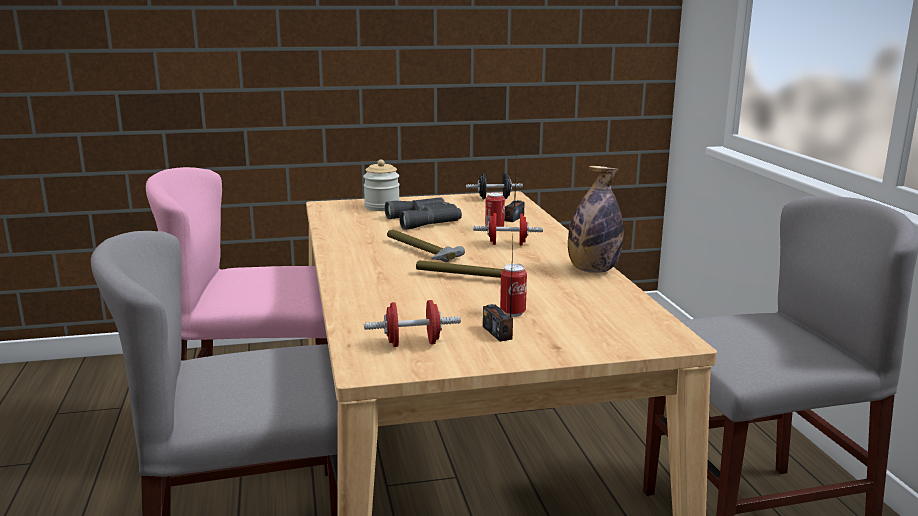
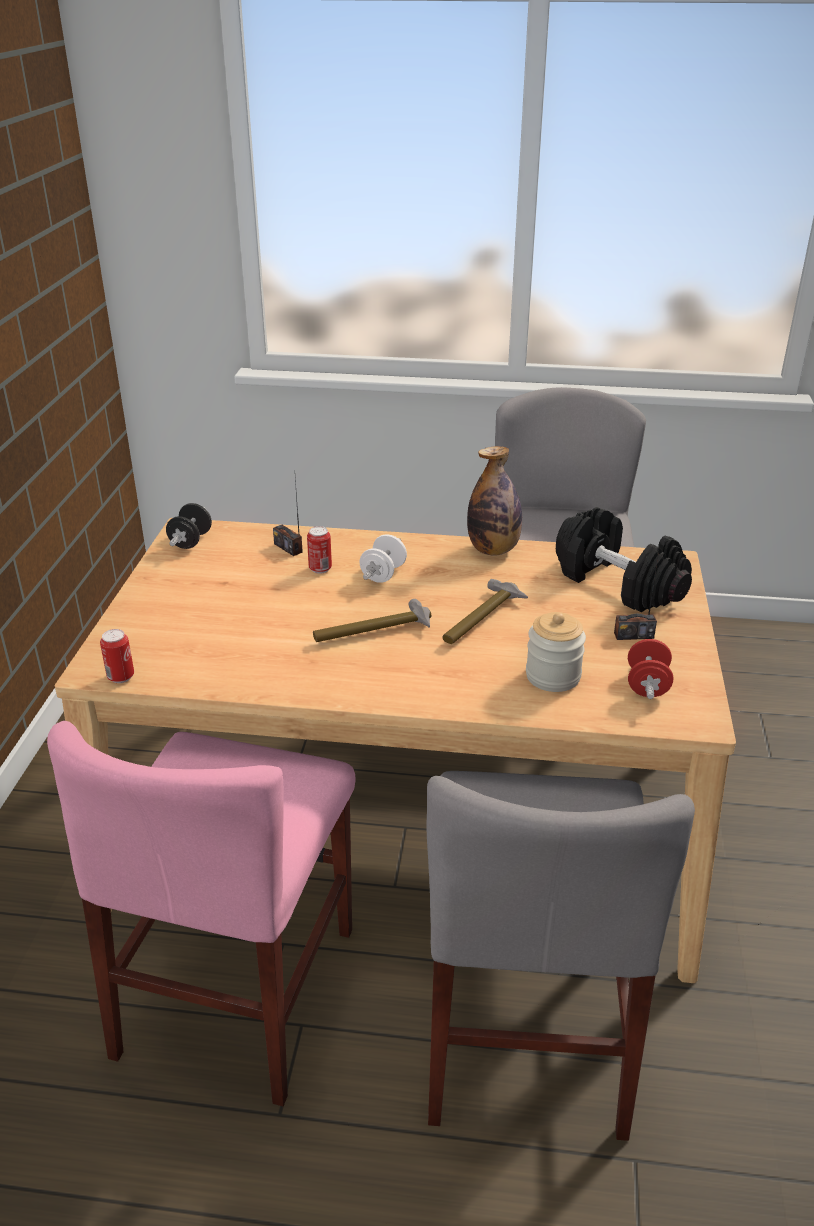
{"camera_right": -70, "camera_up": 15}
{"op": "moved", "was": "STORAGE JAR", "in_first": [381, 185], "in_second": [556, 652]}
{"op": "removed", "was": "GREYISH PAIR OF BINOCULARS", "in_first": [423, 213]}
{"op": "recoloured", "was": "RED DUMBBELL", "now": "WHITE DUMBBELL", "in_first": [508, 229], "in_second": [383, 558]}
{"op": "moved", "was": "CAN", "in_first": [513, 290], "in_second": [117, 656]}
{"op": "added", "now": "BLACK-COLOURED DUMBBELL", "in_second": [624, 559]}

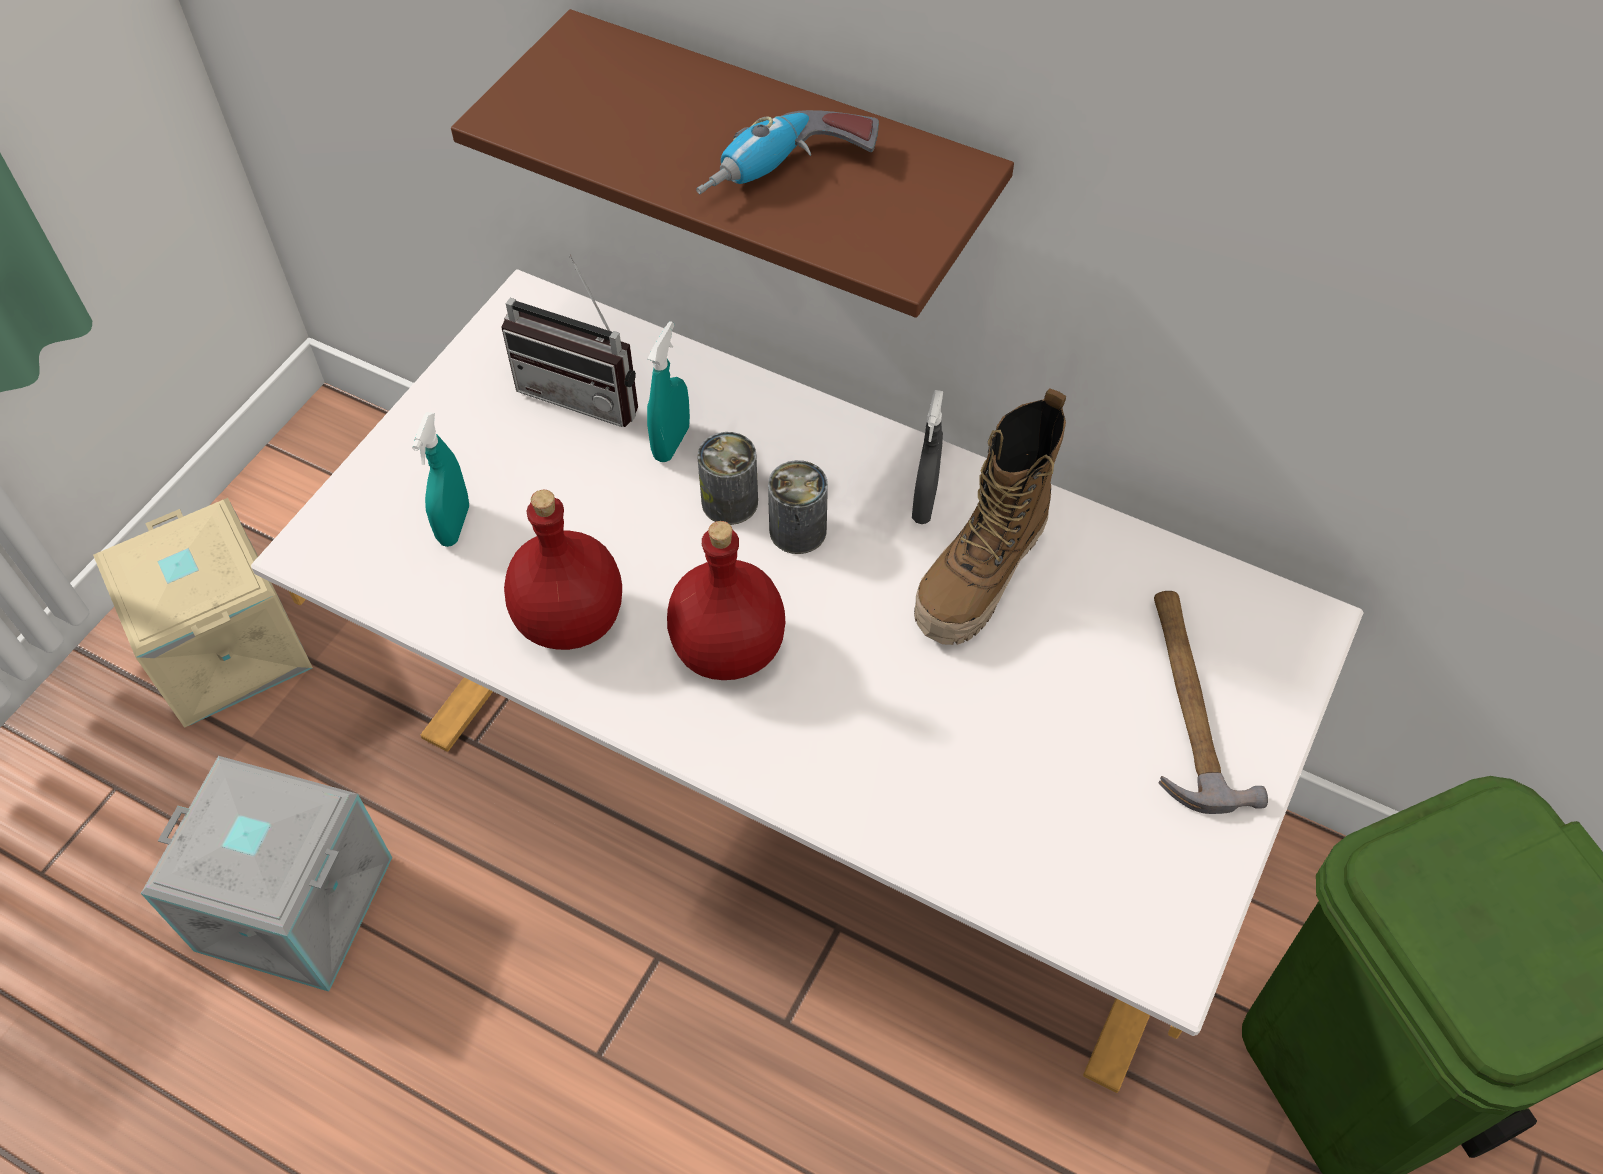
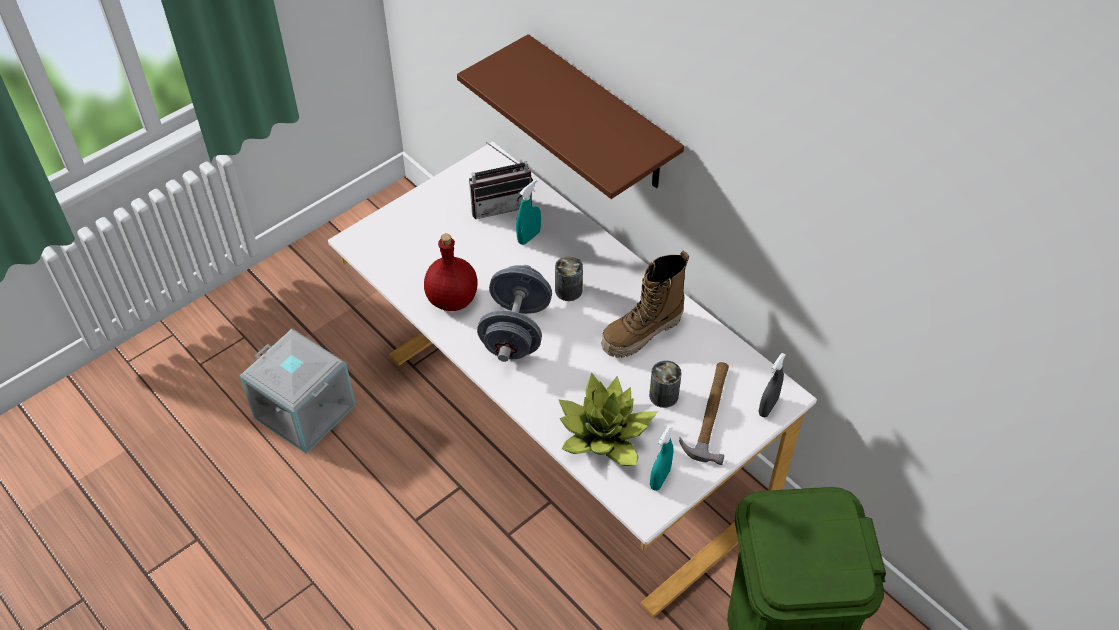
{"camera_right": 20, "camera_up": -5}
{"op": "removed", "was": "POWER DRILL", "in_first": [787, 152]}
{"op": "turned", "was": "RADIO SET", "in_first": [569, 341], "in_second": [501, 180], "clockwise": -60}
{"op": "moved", "was": "GREYISH SPRAY BOTTLE", "in_first": [927, 457], "in_second": [772, 385]}
{"op": "moved", "was": "TURQUOISE SPRAY BOTTLE", "in_first": [440, 479], "in_second": [661, 458]}
{"op": "moved", "was": "CAN", "in_first": [727, 478], "in_second": [665, 384]}
{"op": "removed", "was": "SAND-COLOURED STORAGE BOX", "in_first": [203, 613]}
{"op": "replaced", "was": "RED BEVERAGE BOTTLE", "now": "GREYISH DUMBBELL", "in_first": [726, 600], "in_second": [514, 313]}
{"op": "added", "now": "PLANT IN A POT", "in_second": [608, 419]}

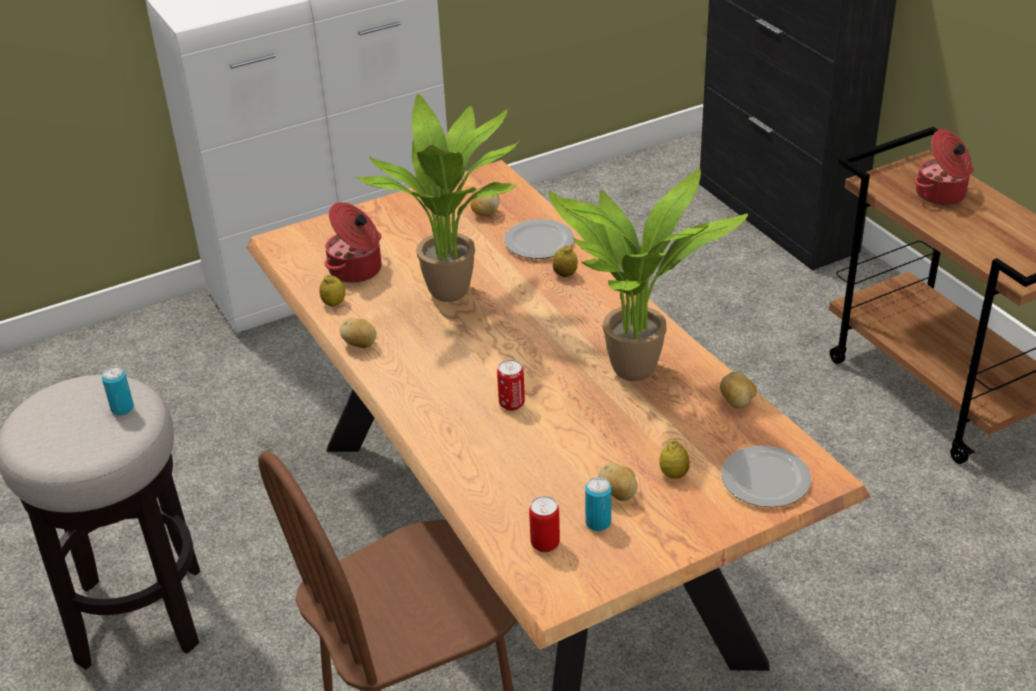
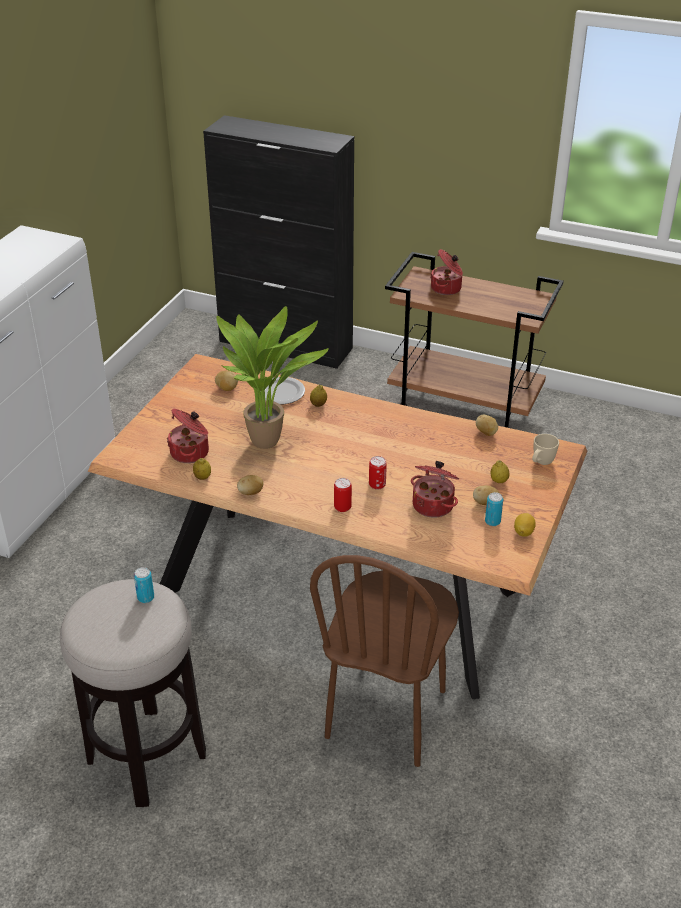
{"camera_right": -40, "camera_up": 0}
{"op": "removed", "was": "PLANT IN A POT", "in_first": [648, 274]}
{"op": "replaced", "was": "DINNER PLATE", "now": "SAND-COLOURED TEA MUG", "in_first": [766, 476], "in_second": [545, 449]}
{"op": "moved", "was": "CAN", "in_first": [544, 524], "in_second": [343, 495]}
{"op": "added", "now": "COOKING POT", "in_second": [435, 489]}
{"op": "added", "now": "CITRUS FRUIT", "in_second": [525, 525]}

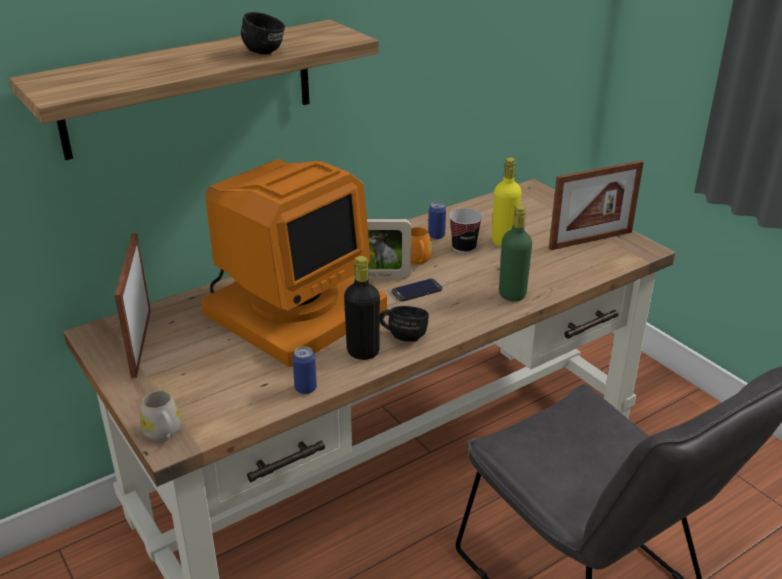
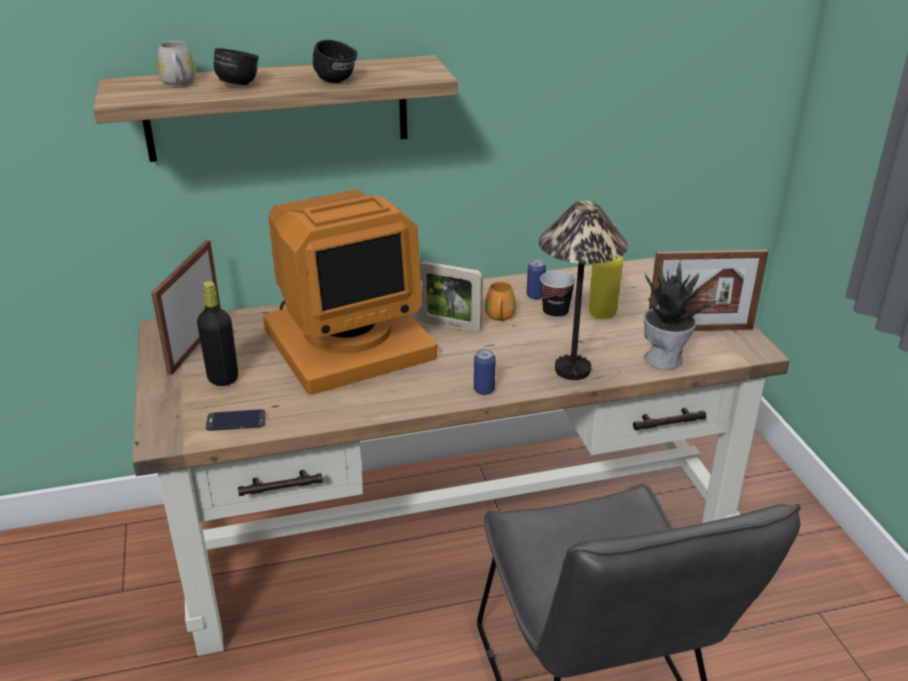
{"camera_right": 20, "camera_up": 0}
{"op": "replaced", "was": "GREEN BEVERAGE BOTTLE", "now": "TABLE LAMP", "in_first": [515, 252], "in_second": [583, 290]}
{"op": "moved", "was": "BLACK-COLOURED BEVERAGE BOTTLE", "in_first": [362, 308], "in_second": [217, 333]}
{"op": "moved", "was": "HANDSET", "in_first": [417, 290], "in_second": [235, 420]}
{"op": "moved", "was": "BLACK-COLOURED TEA MUG", "in_first": [404, 323], "in_second": [236, 66]}
{"op": "moved", "was": "CAN", "in_first": [304, 370], "in_second": [485, 372]}
{"op": "moved", "was": "WHITE TEA MUG", "in_first": [160, 415], "in_second": [176, 64]}
{"op": "added", "now": "PLANT IN A POT", "in_second": [682, 315]}

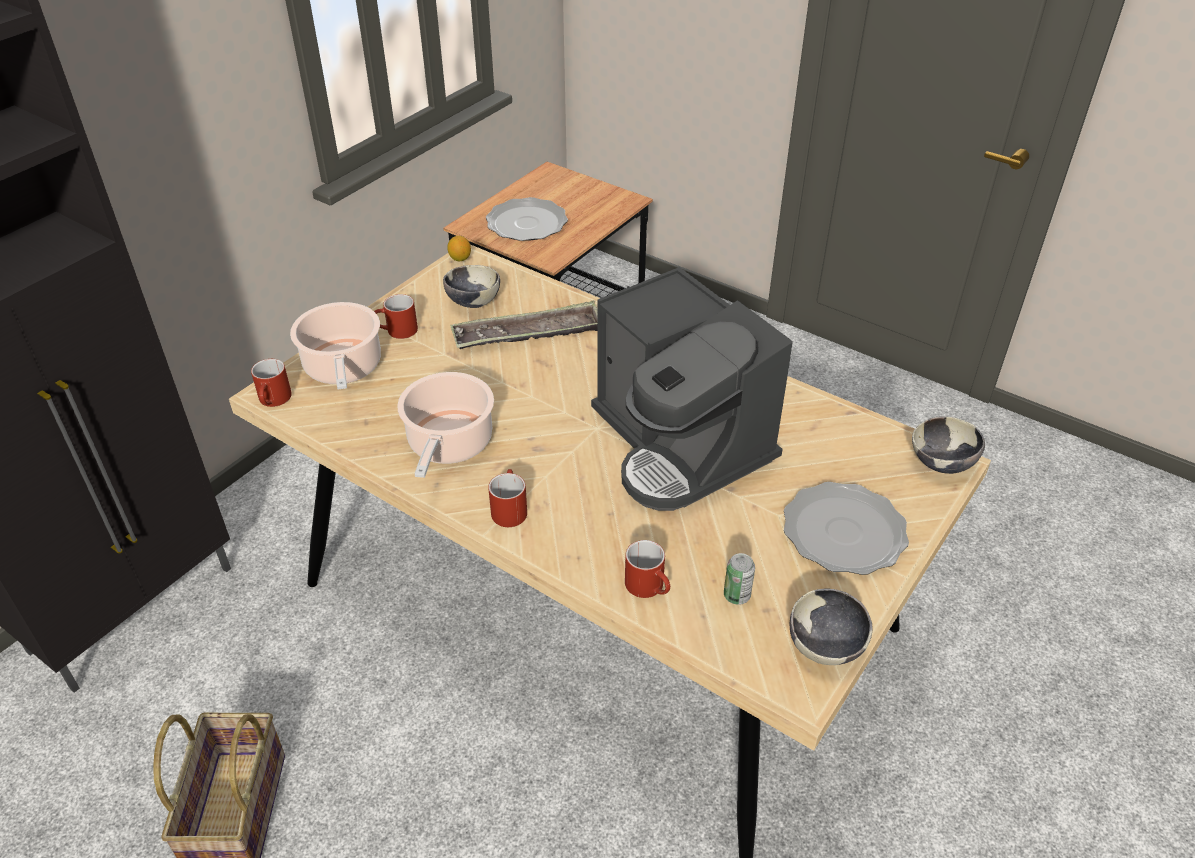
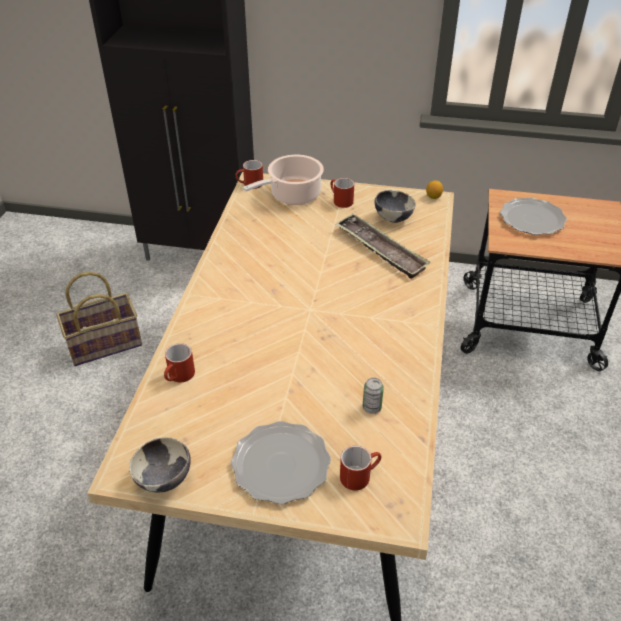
{"camera_right": 65, "camera_up": 0}
{"op": "removed", "was": "COFFEE MACHINE", "in_first": [692, 389]}
{"op": "removed", "was": "COOKING POT", "in_first": [445, 425]}
{"op": "removed", "was": "BOWL", "in_first": [948, 445]}
{"op": "moved", "was": "RED TEA MUG", "in_first": [507, 498], "in_second": [360, 468]}
{"op": "moved", "was": "CAN", "in_first": [739, 579], "in_second": [373, 396]}

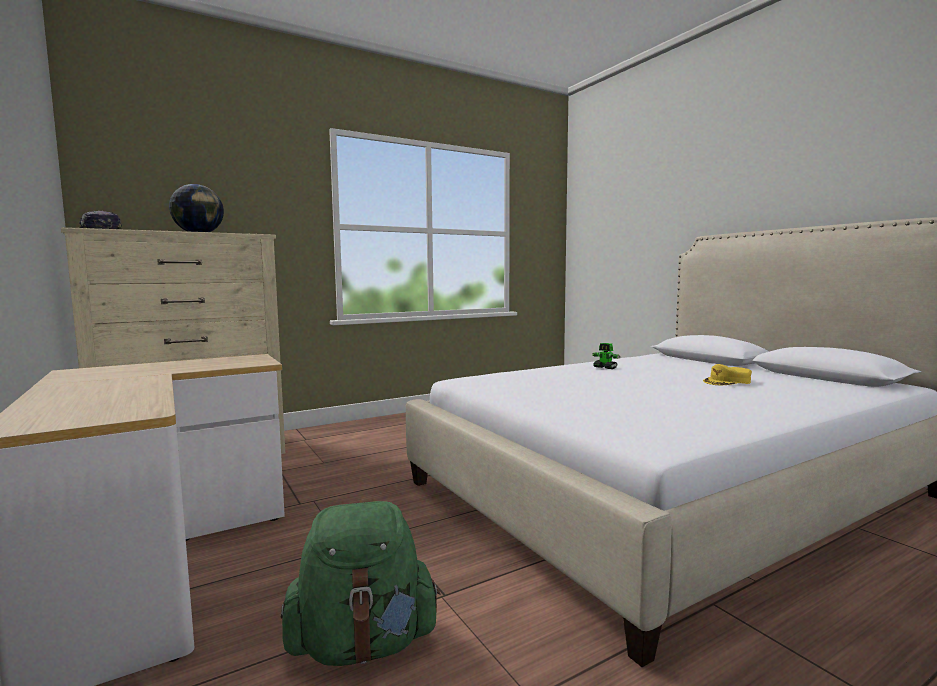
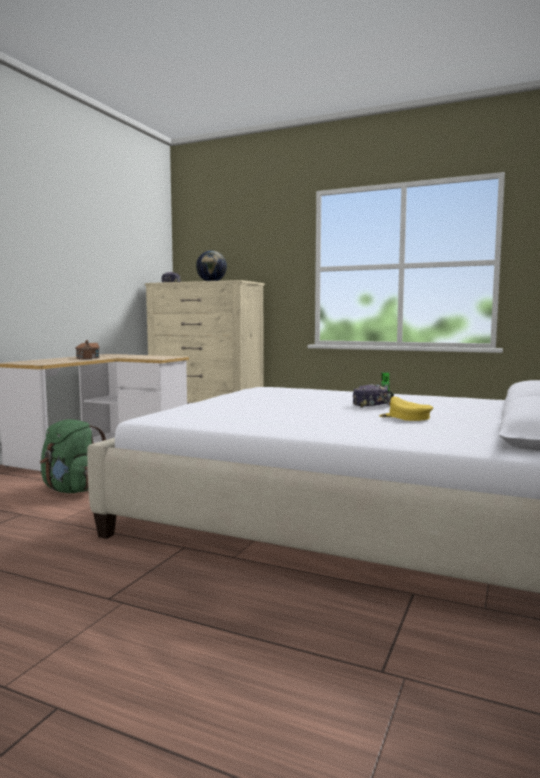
{"camera_right": 55, "camera_up": 0}
{"op": "added", "now": "TOY HOUSE", "in_second": [87, 350]}
{"op": "added", "now": "PEAKED CAP", "in_second": [372, 396]}

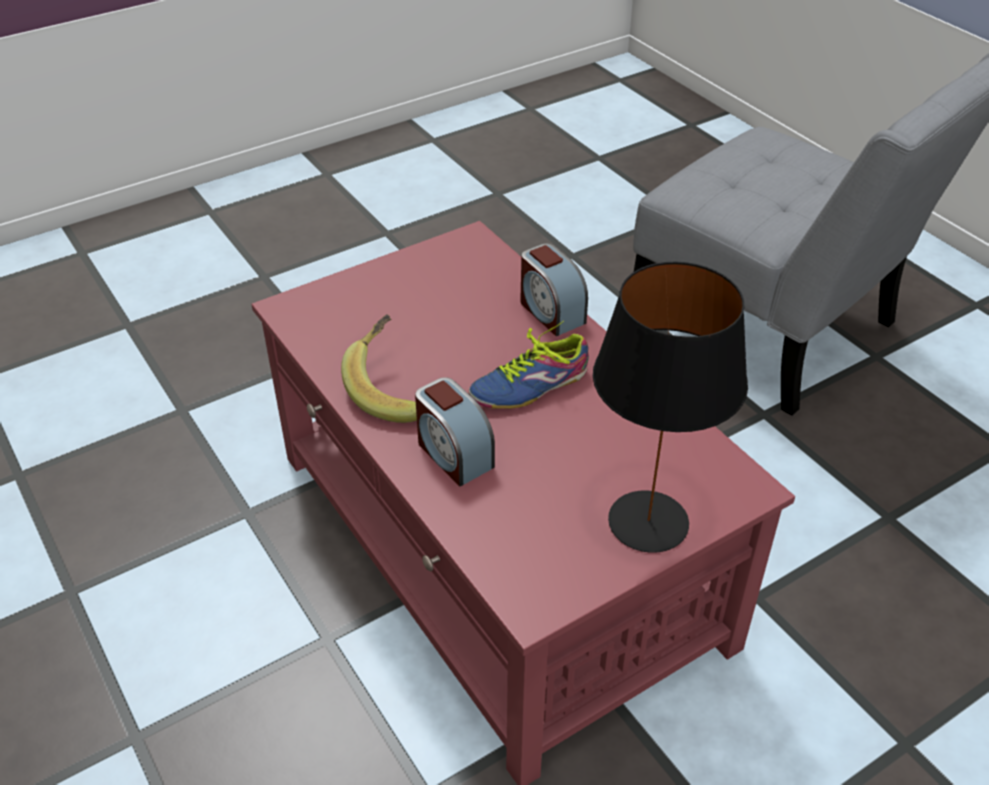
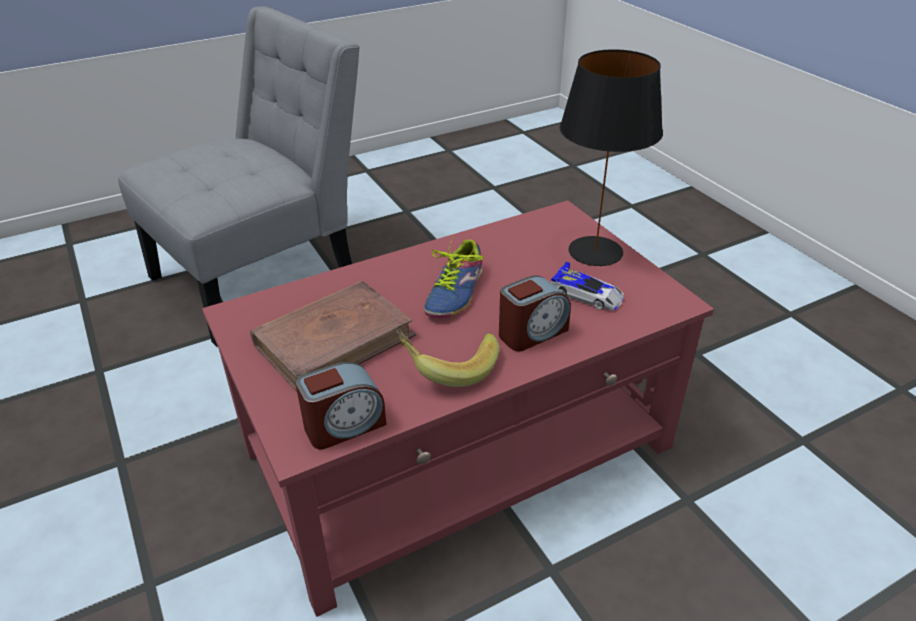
{"camera_right": -85, "camera_up": -5}
{"op": "moved", "was": "BEDSIDE CLOCK", "in_first": [554, 289], "in_second": [341, 406]}
{"op": "turned", "was": "ITEM OF FOOTWEAR", "in_first": [528, 365], "in_second": [454, 276], "clockwise": 45}
{"op": "added", "now": "MODEL CAR", "in_second": [587, 286]}
{"op": "added", "now": "BROWNISH BOOK", "in_second": [333, 335]}

